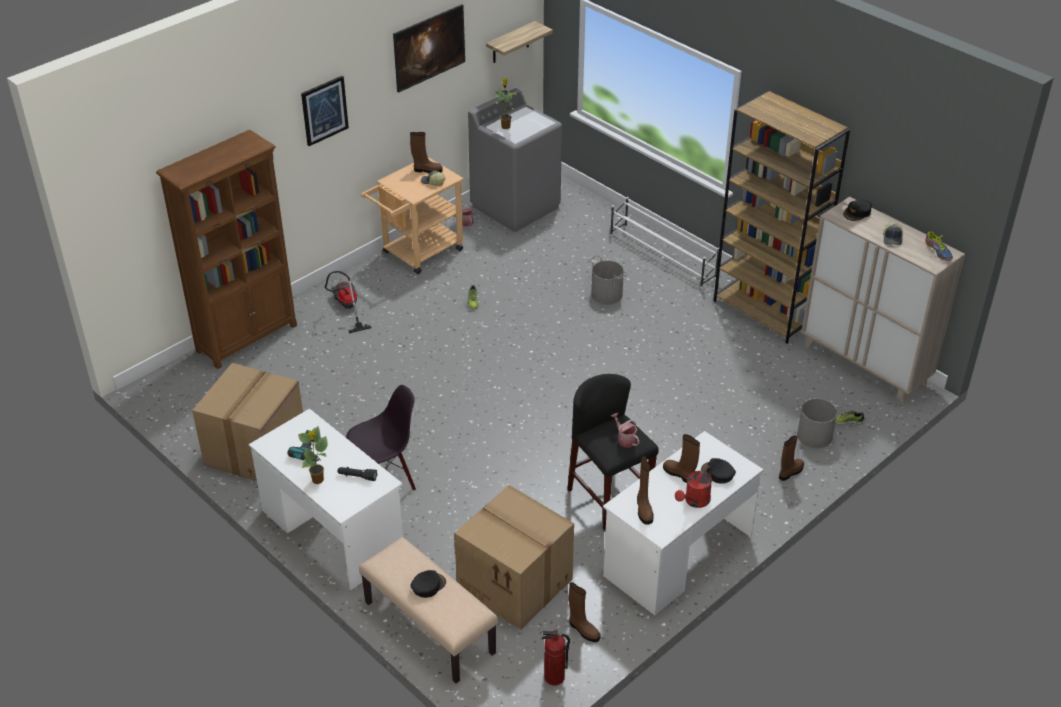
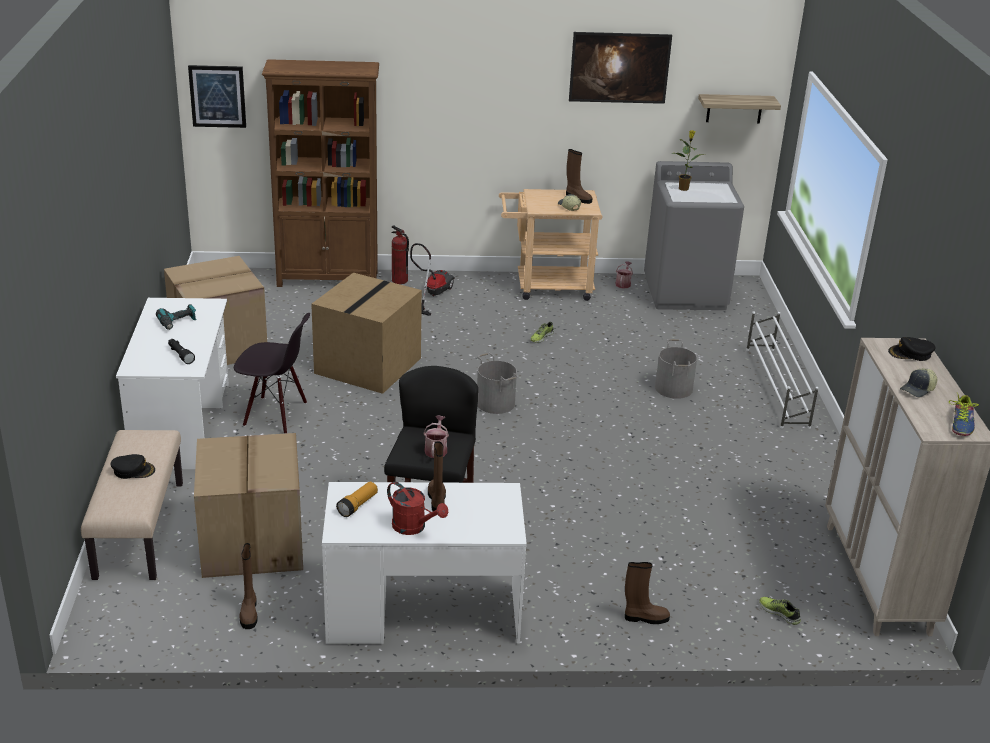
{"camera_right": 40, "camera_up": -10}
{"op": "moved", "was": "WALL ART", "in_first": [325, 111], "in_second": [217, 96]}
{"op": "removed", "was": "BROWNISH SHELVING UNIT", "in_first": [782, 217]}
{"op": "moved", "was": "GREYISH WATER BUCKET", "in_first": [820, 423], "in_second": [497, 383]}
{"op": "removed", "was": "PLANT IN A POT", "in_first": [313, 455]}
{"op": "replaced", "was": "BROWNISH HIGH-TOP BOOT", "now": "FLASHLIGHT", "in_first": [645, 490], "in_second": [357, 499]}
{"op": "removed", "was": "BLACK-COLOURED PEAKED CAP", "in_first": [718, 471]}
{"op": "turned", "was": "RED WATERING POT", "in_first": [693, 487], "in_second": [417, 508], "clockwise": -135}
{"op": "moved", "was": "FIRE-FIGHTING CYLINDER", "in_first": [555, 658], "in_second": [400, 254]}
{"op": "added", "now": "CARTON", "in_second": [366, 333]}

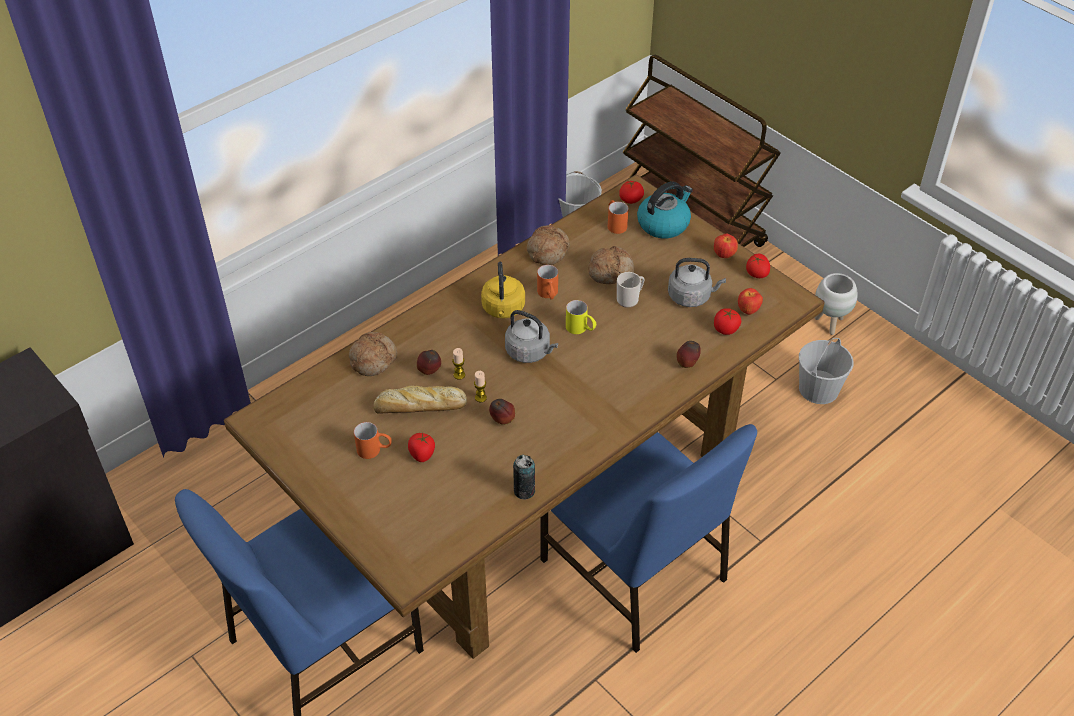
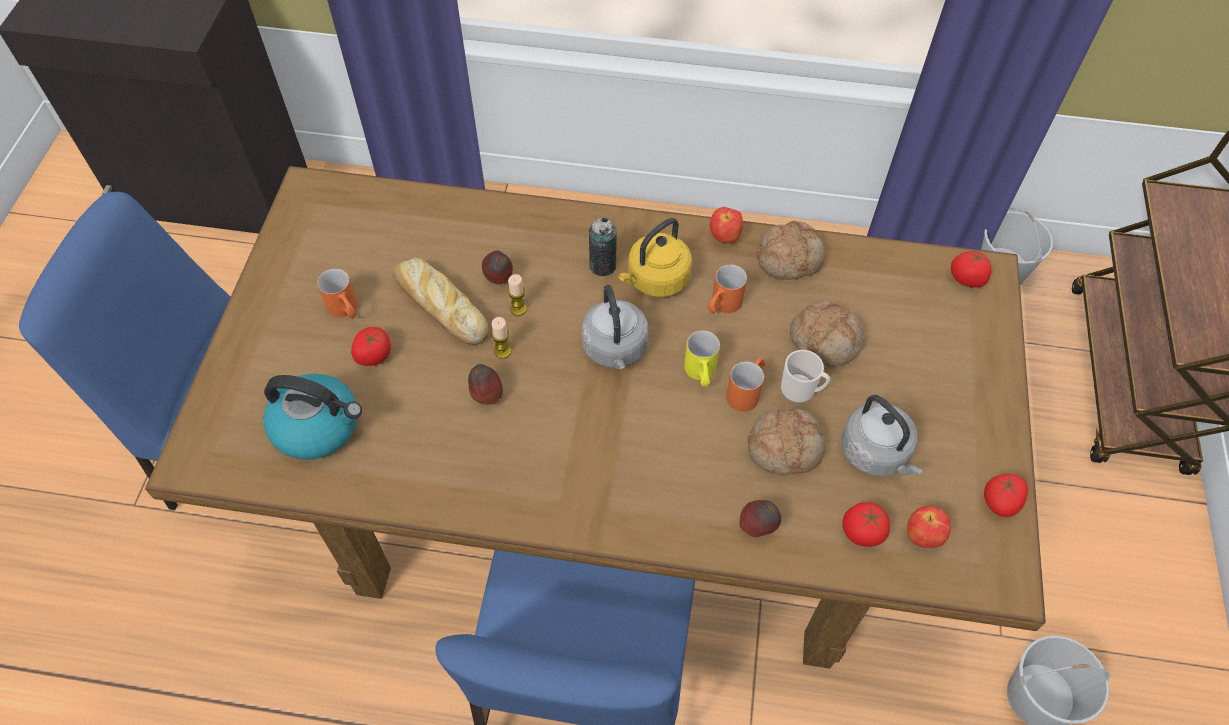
{"camera_right": 50, "camera_up": 10}
{"op": "moved", "was": "TEA KETTLE", "in_first": [665, 210], "in_second": [313, 417]}
{"op": "moved", "was": "ORANGEY TEA MUG", "in_first": [618, 217], "in_second": [745, 384]}
{"op": "moved", "was": "APPLE", "in_first": [726, 245], "in_second": [726, 225]}
{"op": "removed", "was": "WHITE PLANTER", "in_first": [836, 304]}
{"op": "moved", "was": "BAKERY BREAD", "in_first": [373, 354], "in_second": [786, 441]}
{"op": "moved", "was": "CAN", "in_first": [524, 477], "in_second": [603, 247]}

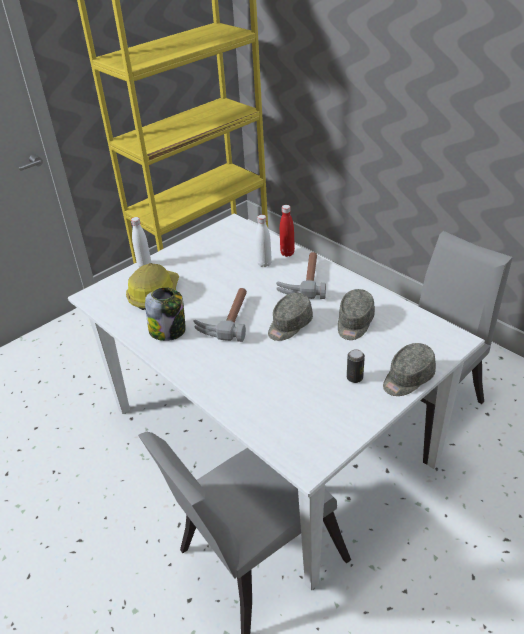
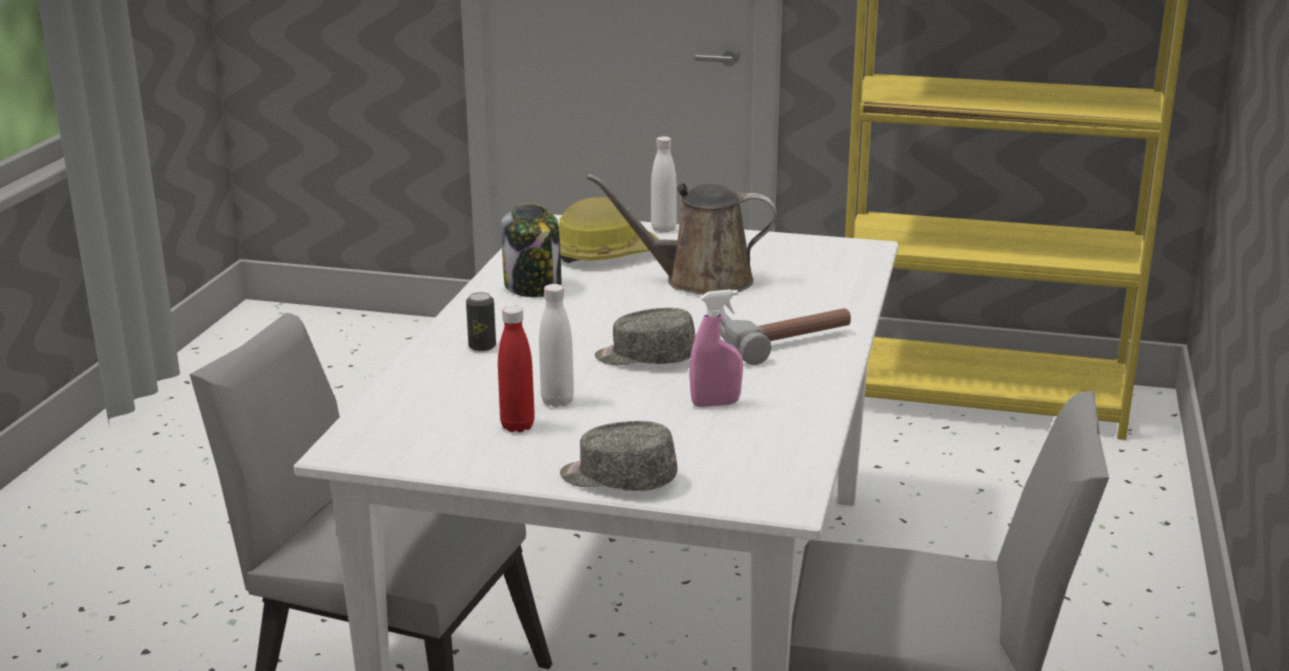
{"camera_right": 55, "camera_up": -15}
{"op": "moved", "was": "RED BEVERAGE BOTTLE", "in_first": [287, 231], "in_second": [516, 368]}
{"op": "moved", "was": "WHITE BEVERAGE BOTTLE", "in_first": [264, 241], "in_second": [556, 345]}
{"op": "removed", "was": "HAMMER", "in_first": [220, 315]}
{"op": "replaced", "was": "GREYISH PEAKED CAP", "now": "PINKISH SPRAY BOTTLE", "in_first": [356, 314], "in_second": [716, 348]}
{"op": "moved", "was": "CAN", "in_first": [356, 366], "in_second": [481, 322]}
{"op": "added", "now": "BROWNISH WATERING POT", "in_second": [682, 234]}

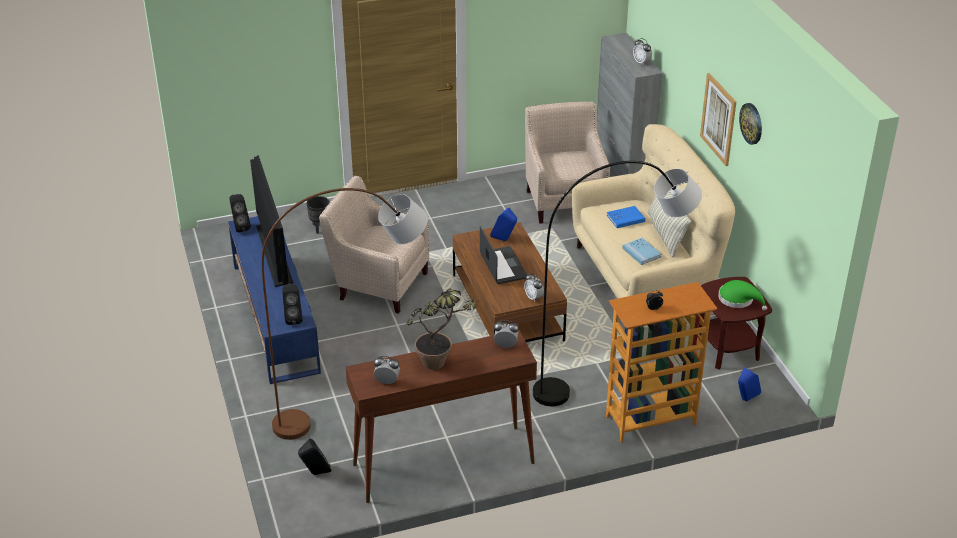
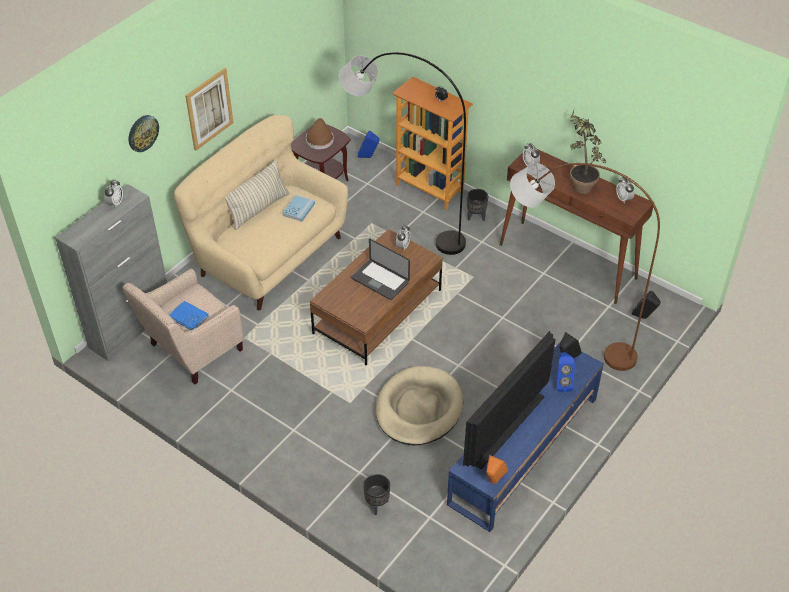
{"camera_right": -125, "camera_up": 10}
{"op": "moved", "was": "WALL CLOCK", "in_first": [750, 124], "in_second": [144, 133]}
{"op": "replaced", "was": "SAND-COLOURED EASY CHAIR", "now": "SAND-COLOURED DOG CUSHION", "in_first": [374, 245], "in_second": [419, 405]}
{"op": "recoloured", "was": "BLACK-COLOURED AUDIO SPEAKER", "now": "ORANGEY AUDIO SPEAKER", "in_first": [240, 213], "in_second": [497, 469]}
{"op": "moved", "was": "BLUISH BOOK", "in_first": [626, 217], "in_second": [189, 315]}
{"op": "moved", "was": "BLUISH AUDIO SPEAKER", "in_first": [503, 224], "in_second": [566, 372]}
{"op": "turned", "was": "LAPTOP", "in_first": [503, 255], "in_second": [381, 269], "clockwise": -90}
{"op": "recoloured", "was": "GREEN WEARABLE HAT", "now": "BROWNISH WEARABLE HAT", "in_first": [742, 295], "in_second": [320, 133]}
{"op": "added", "now": "BLACK-COLOURED PLANTER", "in_second": [477, 205]}

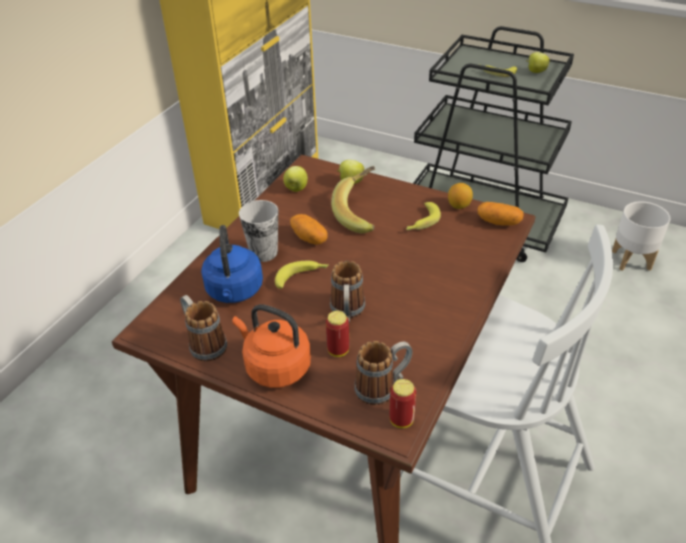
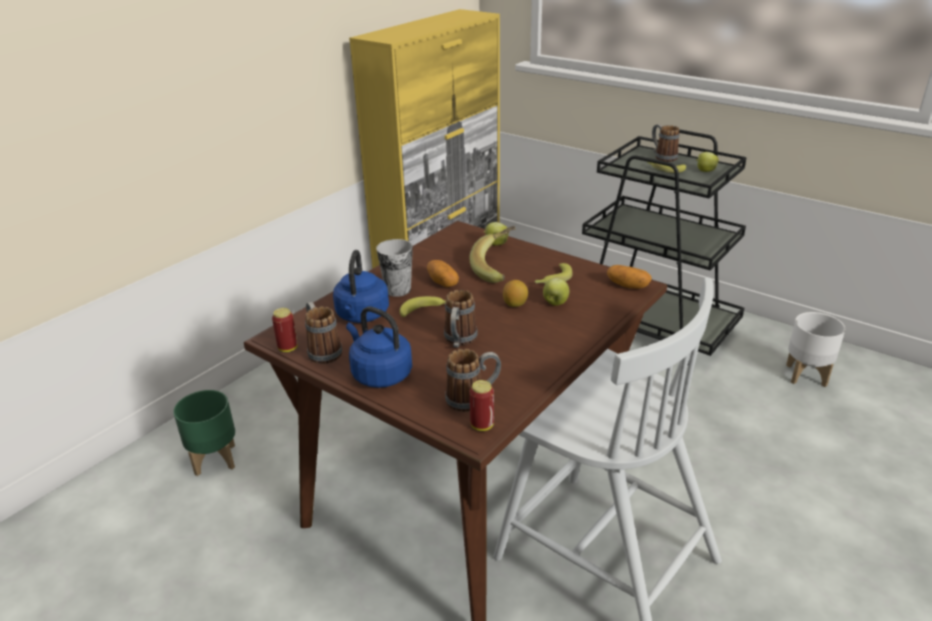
{"camera_right": 10, "camera_up": -10}
{"op": "moved", "was": "APPLE", "in_first": [295, 179], "in_second": [556, 292]}
{"op": "moved", "was": "CITRUS FRUIT", "in_first": [460, 196], "in_second": [515, 293]}
{"op": "recoloured", "was": "ORANGEY TEA KETTLE", "now": "BLUISH TEA KETTLE", "in_first": [271, 346], "in_second": [379, 347]}
{"op": "moved", "was": "CAN", "in_first": [337, 334], "in_second": [285, 330]}
{"op": "added", "now": "TEA MUG", "in_second": [665, 143]}
{"op": "added", "now": "GREEN PLANTER", "in_second": [204, 433]}

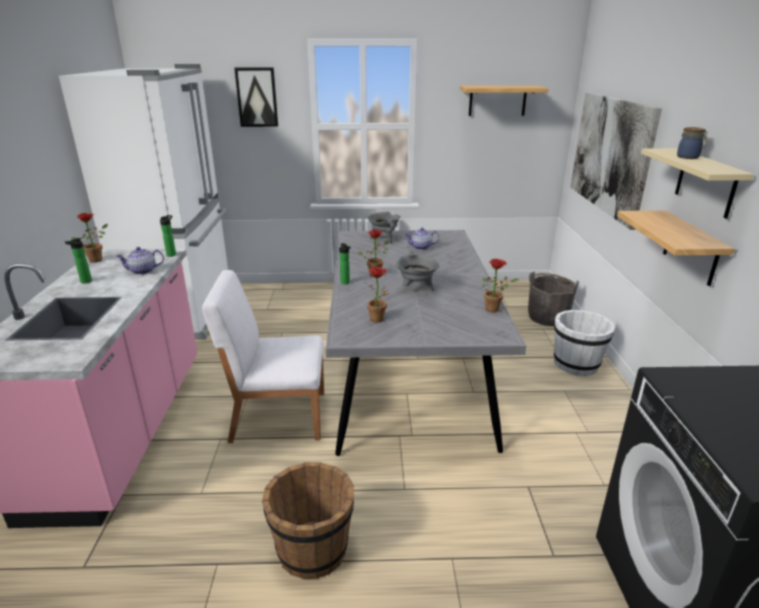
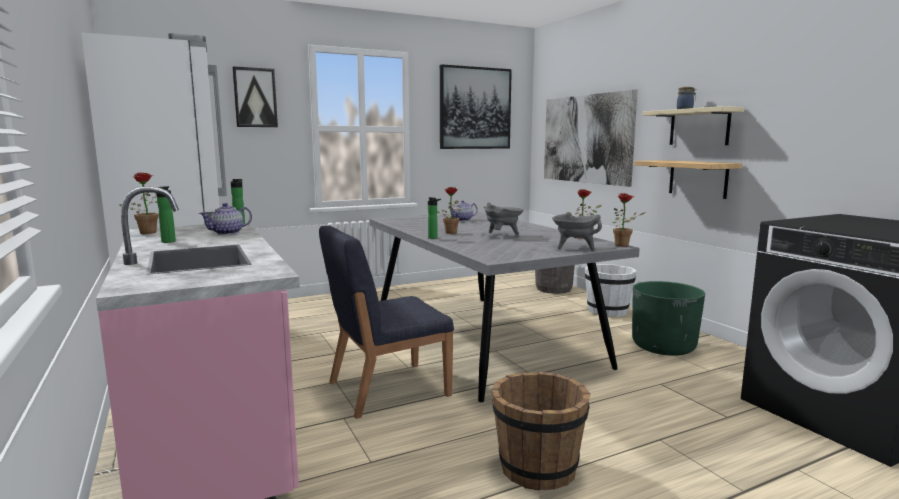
{"camera_right": -25, "camera_up": -15}
{"op": "replaced", "was": "SHELF", "now": "WALL ART", "in_first": [504, 100], "in_second": [476, 106]}
{"op": "moved", "was": "GREYISH COOKING POT", "in_first": [384, 227], "in_second": [577, 232]}
{"op": "moved", "was": "PLANT IN A POT", "in_first": [377, 294], "in_second": [629, 220]}
{"op": "recoloured", "was": "WHITE CHAIR", "now": "BLUISH CHAIR", "in_first": [263, 356], "in_second": [386, 322]}
{"op": "added", "now": "GREEN PLANTER", "in_second": [668, 318]}

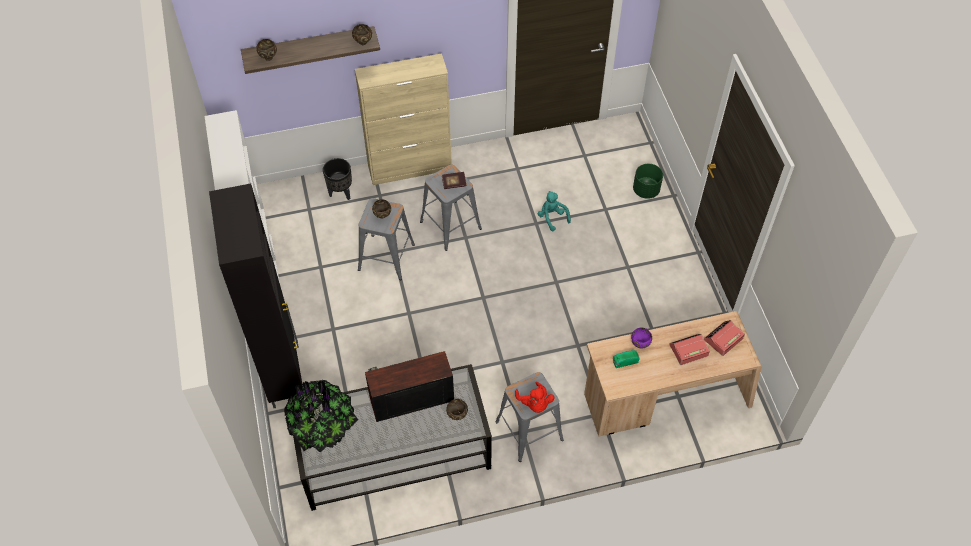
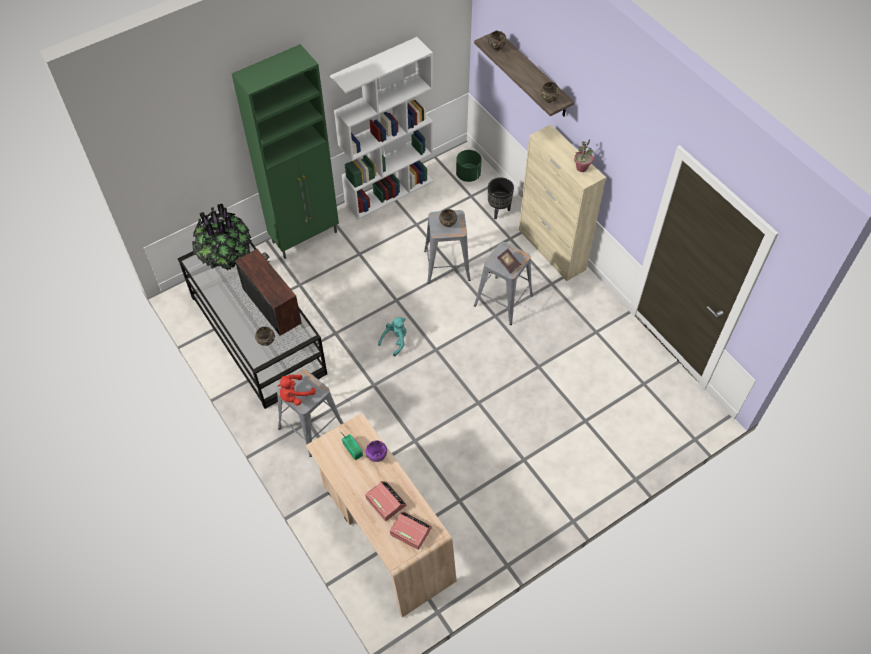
{"camera_right": 70, "camera_up": 0}
{"op": "moved", "was": "GREEN PLANTER", "in_first": [648, 181], "in_second": [469, 166]}
{"op": "recoloured", "was": "BLACK-COLOURED CUPBOARD", "now": "GREEN CUPBOARD", "in_first": [256, 296], "in_second": [285, 151]}
{"op": "moved", "was": "TURQUOISE CUDDLY TOY", "in_first": [554, 211], "in_second": [392, 336]}
{"op": "added", "now": "PLANT IN A POT", "in_second": [584, 155]}

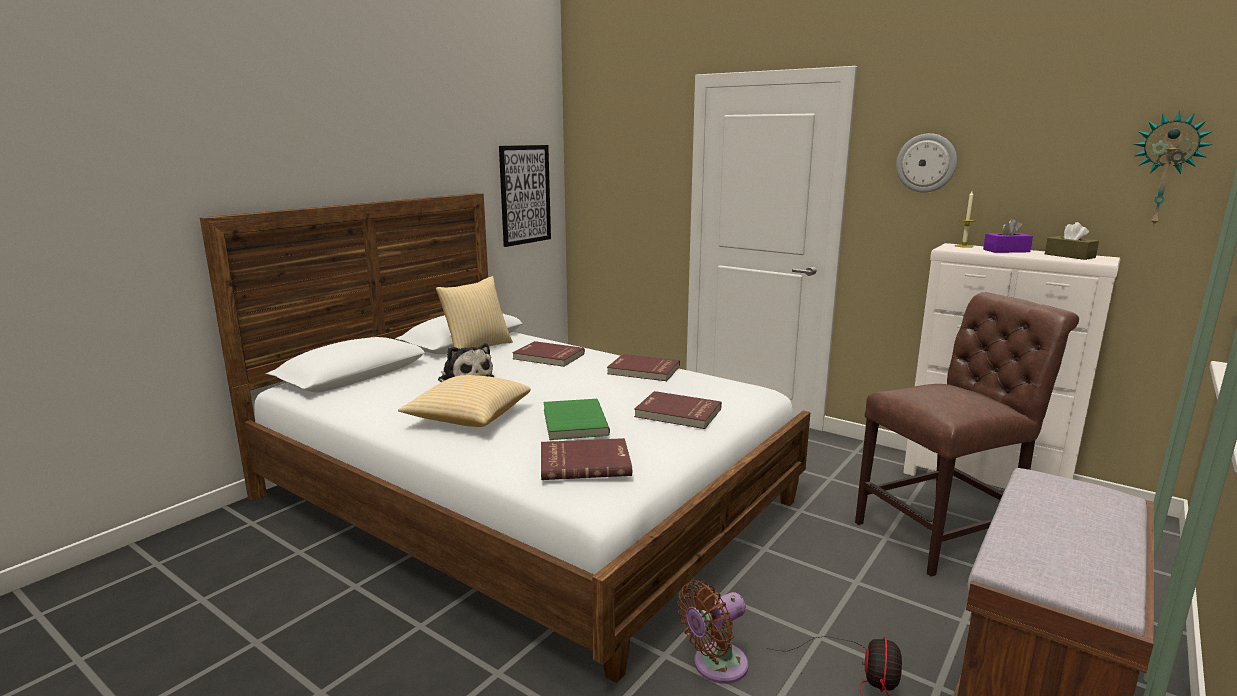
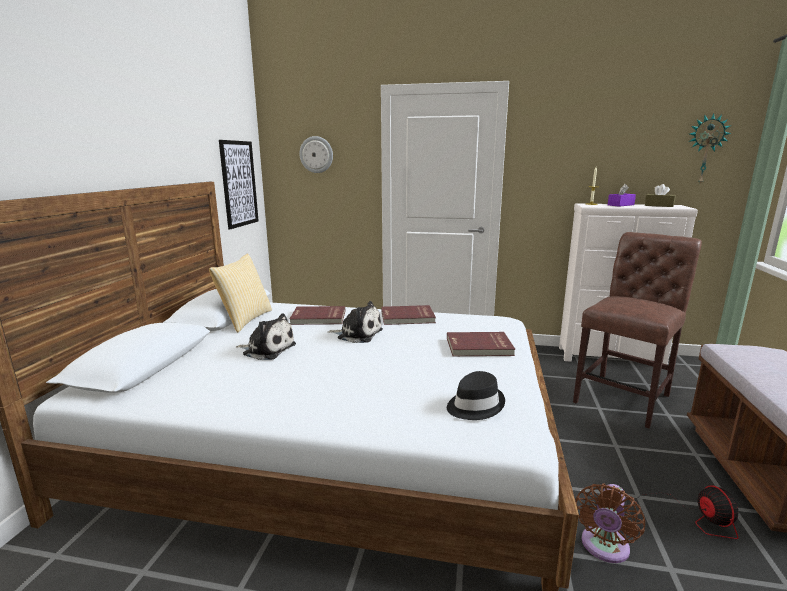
{"camera_right": -25, "camera_up": 0}
{"op": "moved", "was": "WALL CLOCK", "in_first": [926, 163], "in_second": [316, 154]}
{"op": "removed", "was": "CUSHION", "in_first": [464, 401]}
{"op": "removed", "was": "GREEN BOOK", "in_first": [576, 419]}
{"op": "replaced", "was": "RED BOOK", "now": "BLACK-COLOURED WEARABLE HAT", "in_first": [586, 459], "in_second": [476, 395]}
{"op": "added", "now": "CUDDLY TOY", "in_second": [355, 322]}

